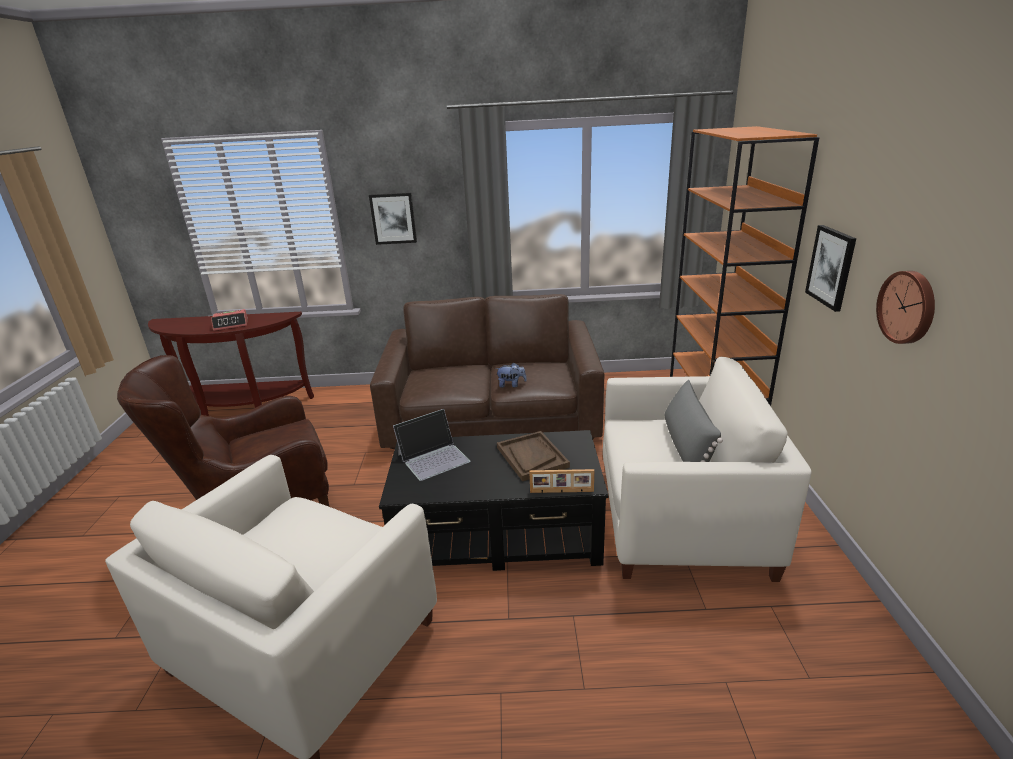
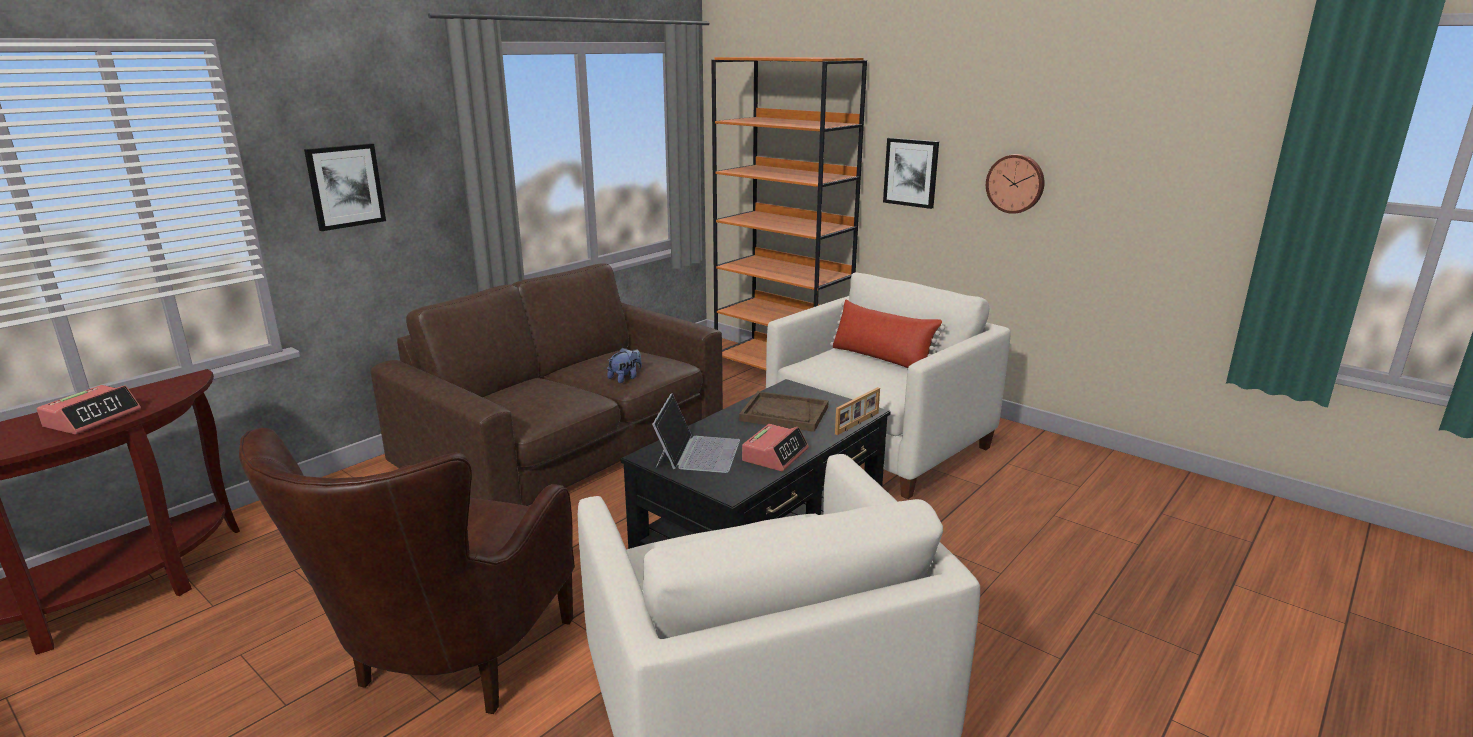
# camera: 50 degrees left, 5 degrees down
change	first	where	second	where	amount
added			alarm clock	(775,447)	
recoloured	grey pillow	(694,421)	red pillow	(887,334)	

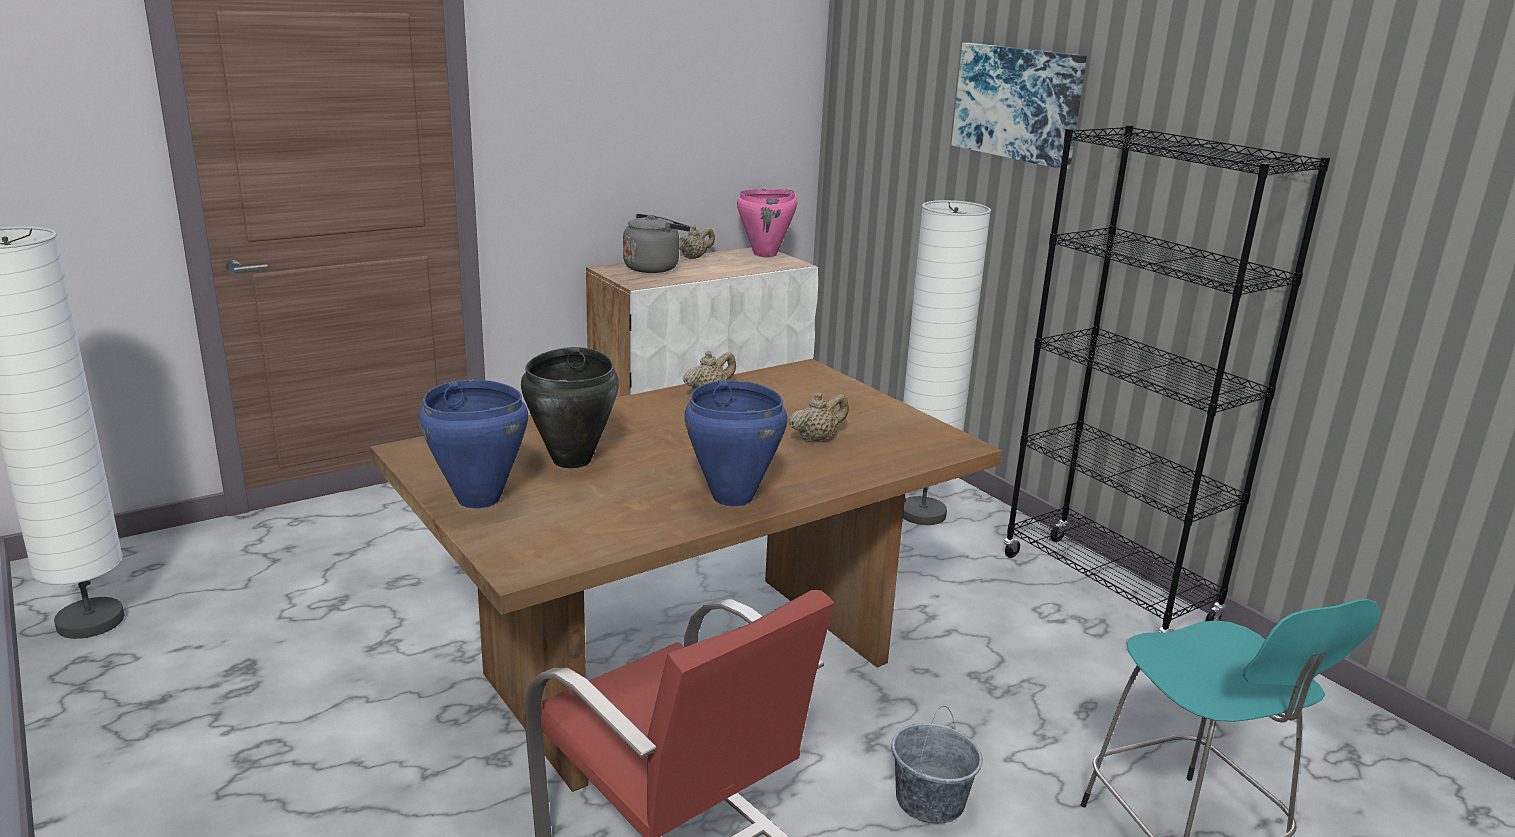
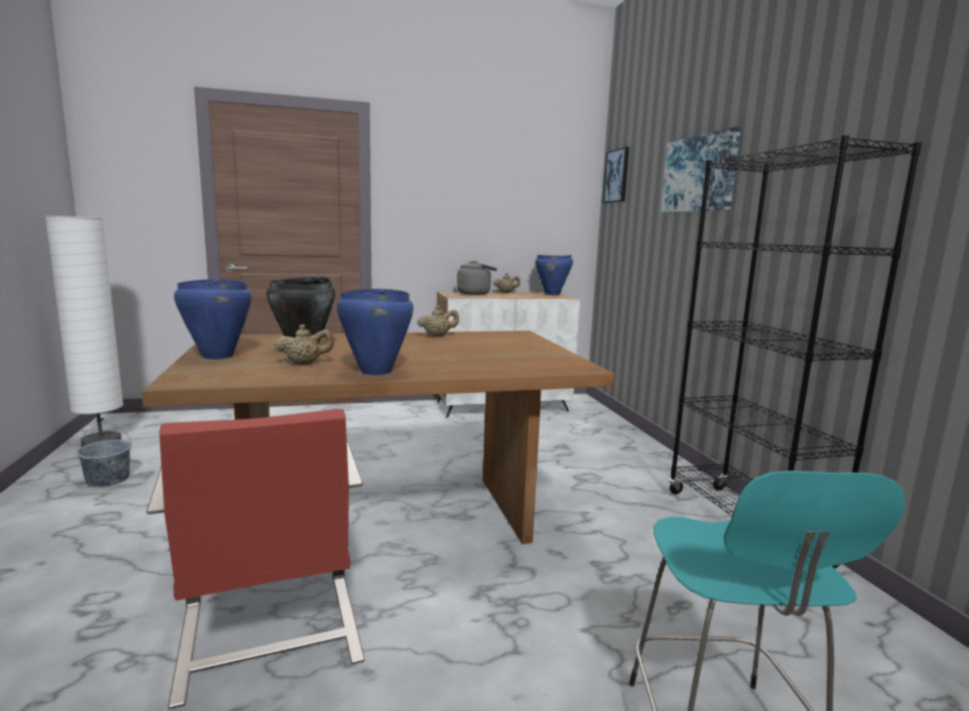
# camera: 20 degrees right, 10 degrees down
change	first	where	second	where	amount
moved	grey bucket	(936,765)		(104,455)	
moved	beige teapot	(819,417)		(304,344)	
recoloured	pink cooking pot	(767,223)	blue cooking pot	(554,275)	
added			picture	(616,175)	
removed	white floor lamp	(947,362)			

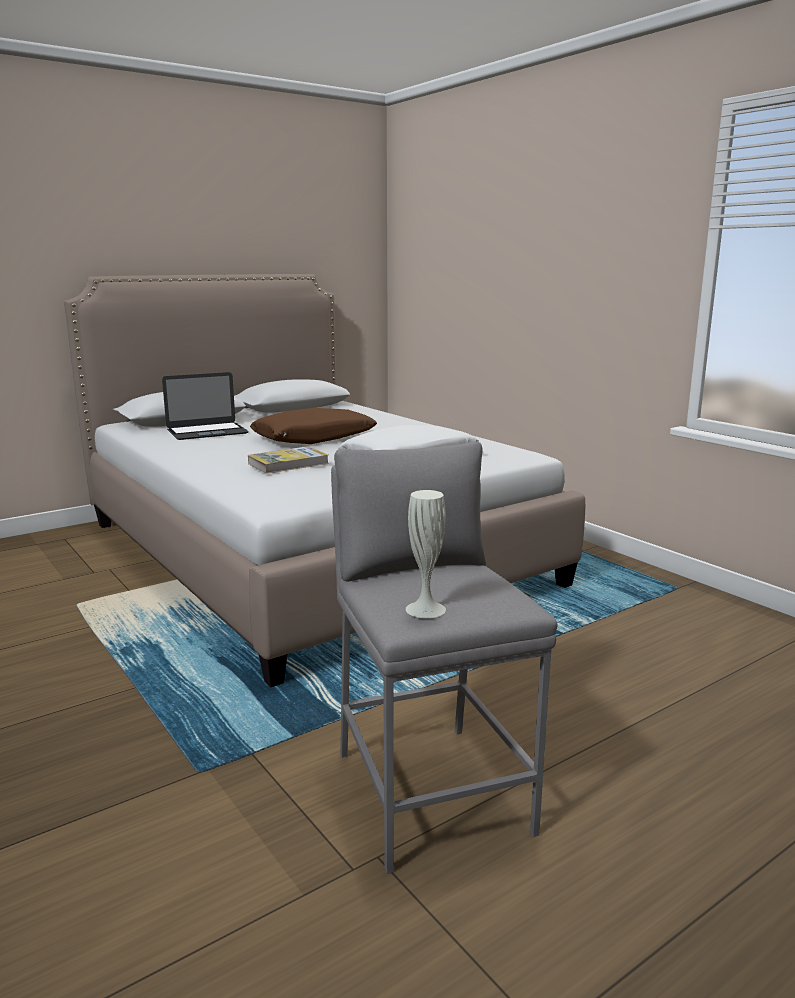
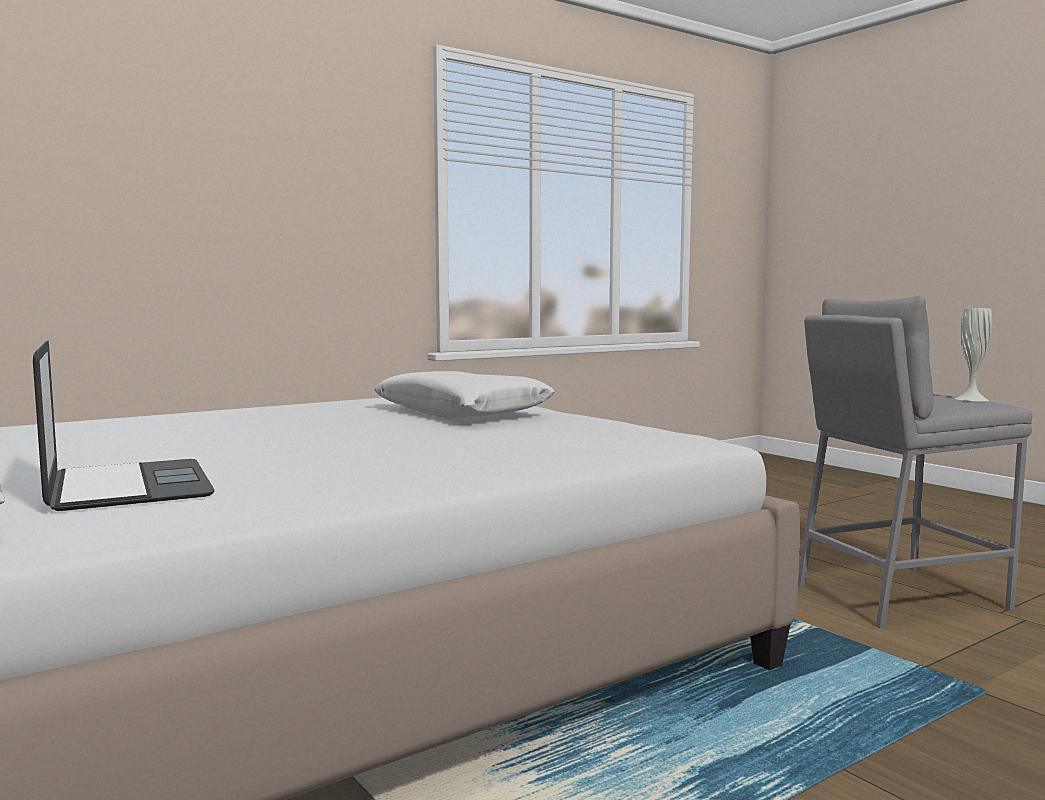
# camera: 90 degrees left, 10 degrees down
change	first	where	second	where	amount
removed	book	(288,460)			
removed	brown pillow	(313,426)			

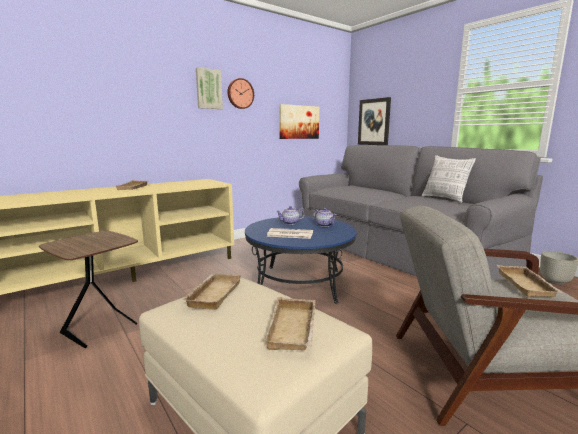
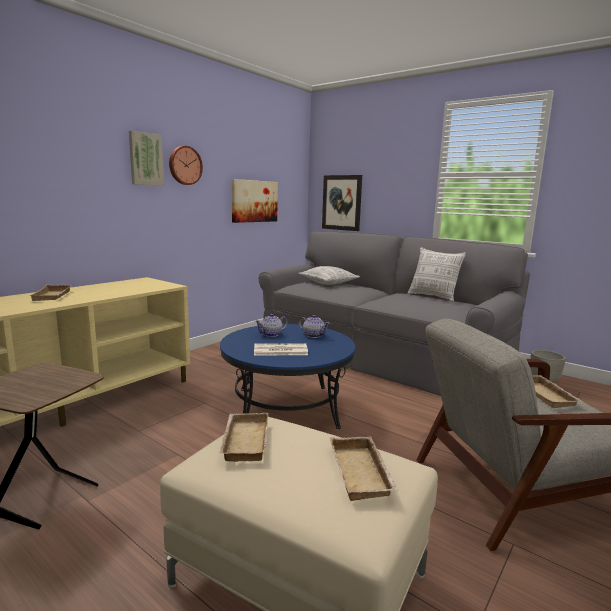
# camera: 15 degrees left, 0 degrees up
change	first	where	second	where	amount
added			pillow	(329,275)	

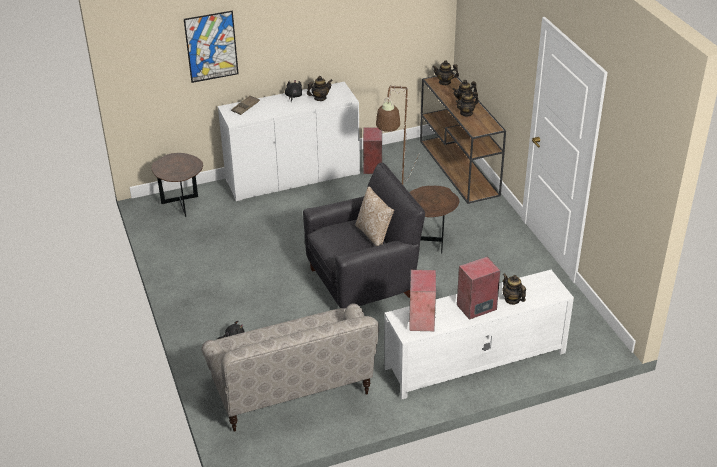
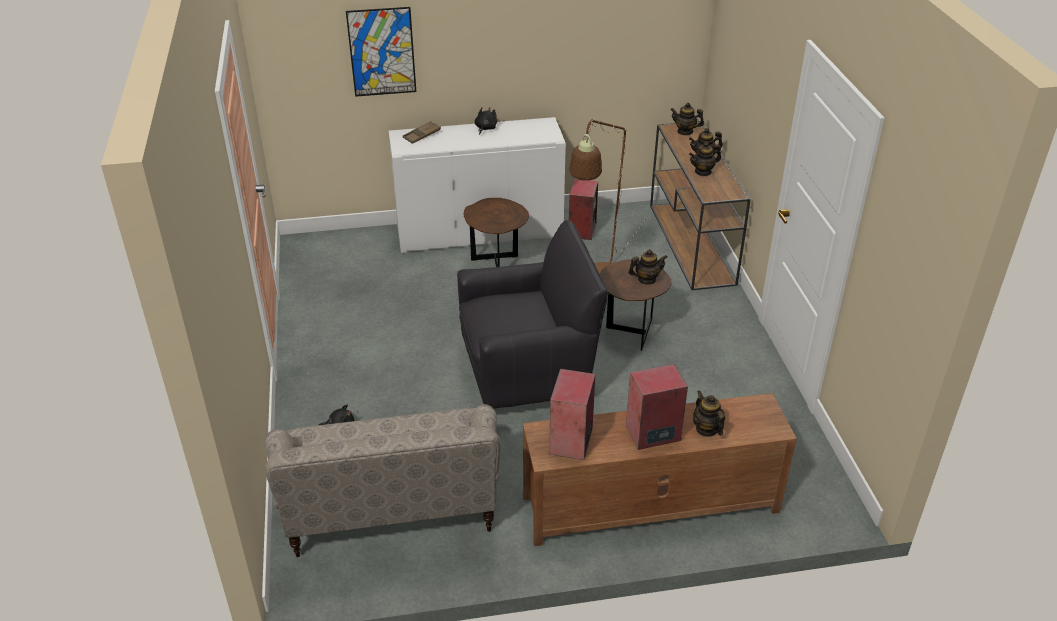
# camera: 10 degrees right, 0 degrees up
change	first	where	second	where	amount
moved	brown side table	(177,185)		(496,232)	
recoloured	white tv stand	(479,335)	brown tv stand	(660,469)	
moved	teapot	(320,88)		(647,266)	
removed	pillow	(374,216)			

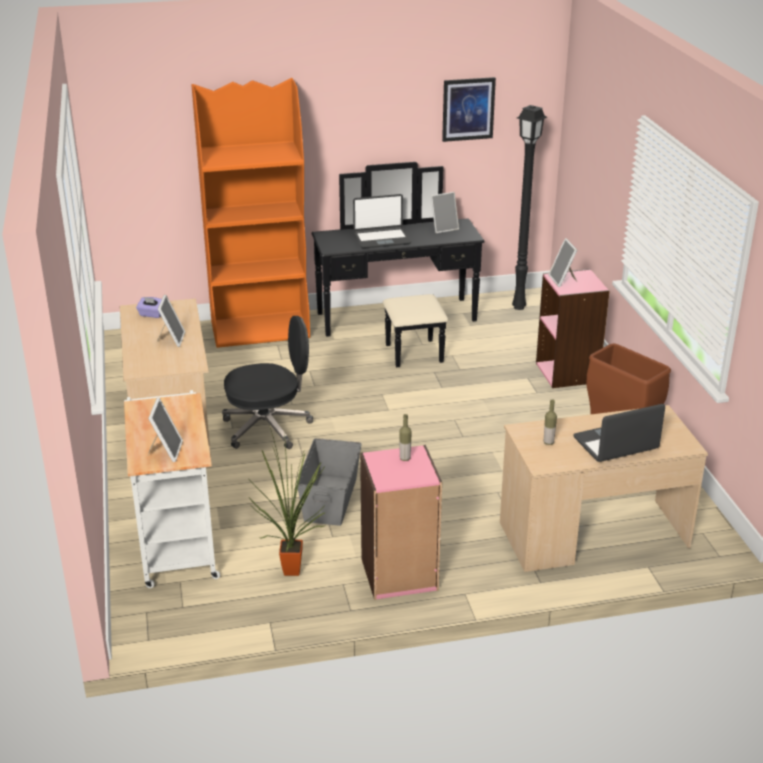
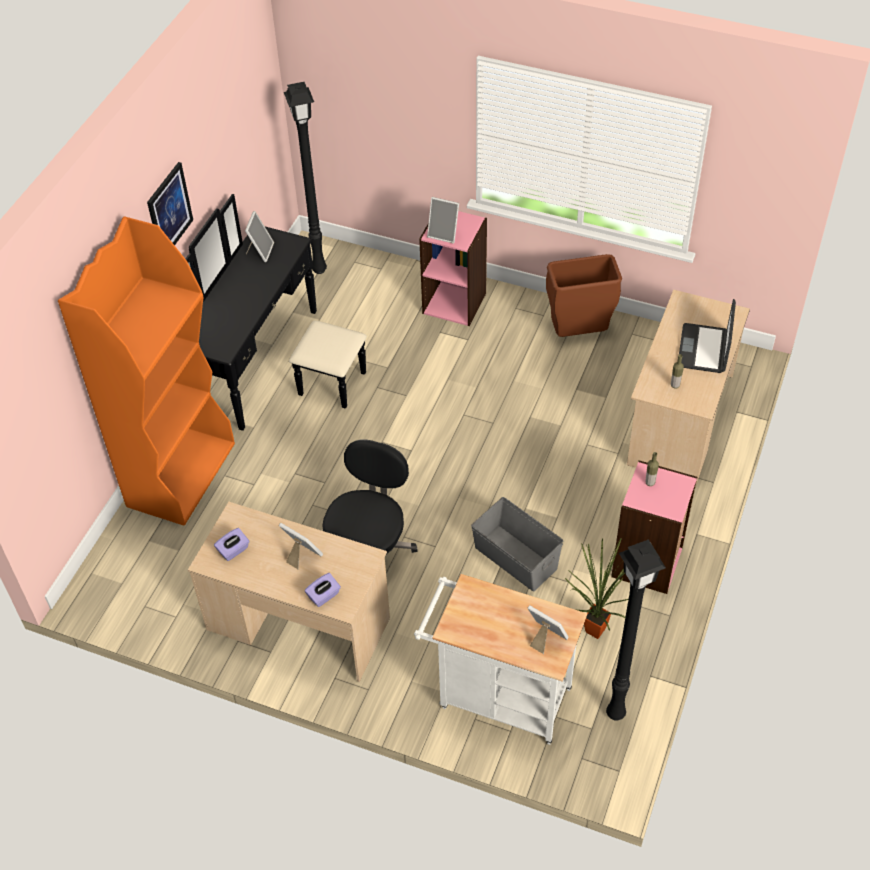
# camera: 55 degrees left, 20 degrees up
change	first	where	second	where	amount
moved	picture	(469,109)		(170,203)	
added			purple tissue box	(323,590)	
added			black floor lamp	(636,630)	
removed	laptop	(382,221)			

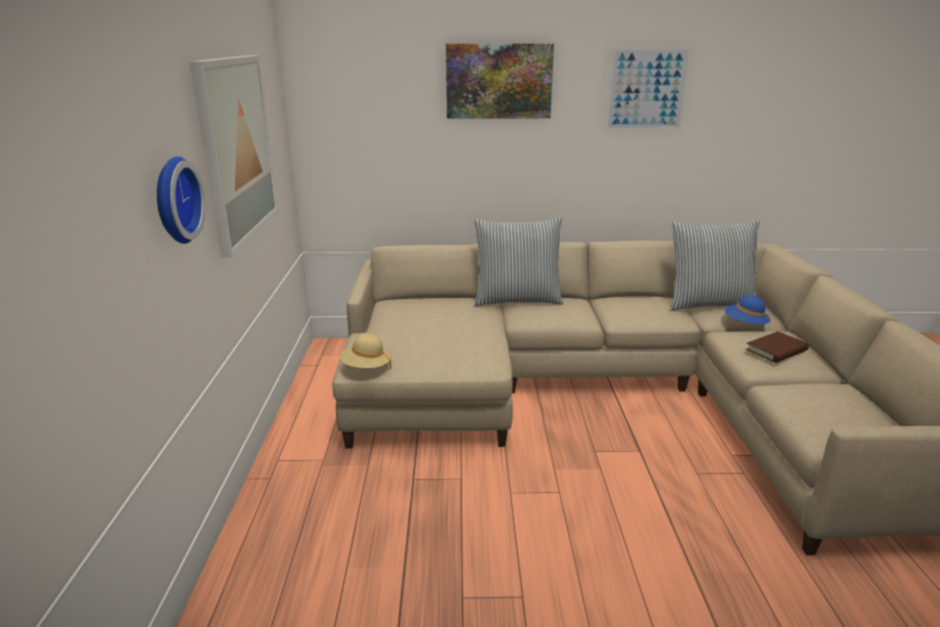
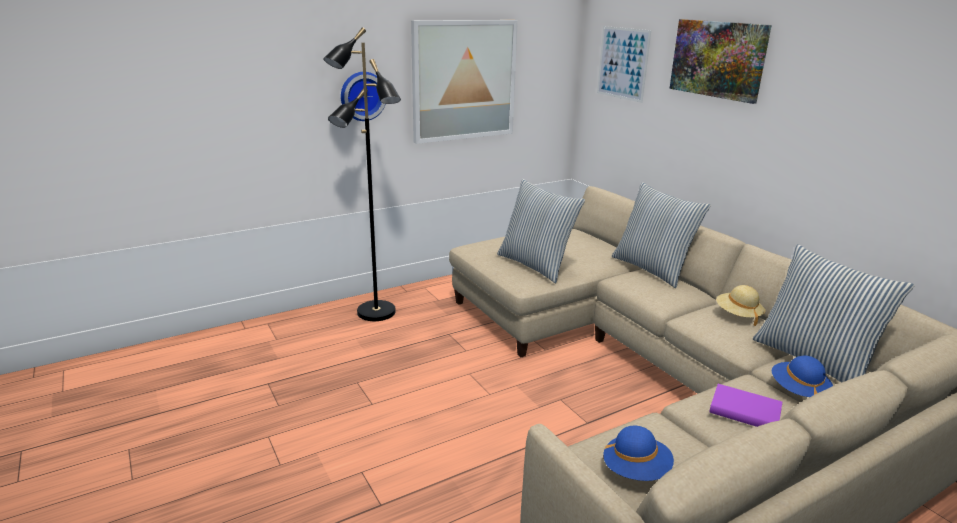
# camera: 60 degrees right, 0 degrees up
change	first	where	second	where	amount
added			black floor lamp	(362,174)	
added			pillow	(541,231)	
moved	picture	(648,89)		(624,64)	
added			blue hat	(638,453)	
recoloured	brown book	(777,347)	purple book	(745,405)	
moved	beige hat	(365,351)		(741,305)	

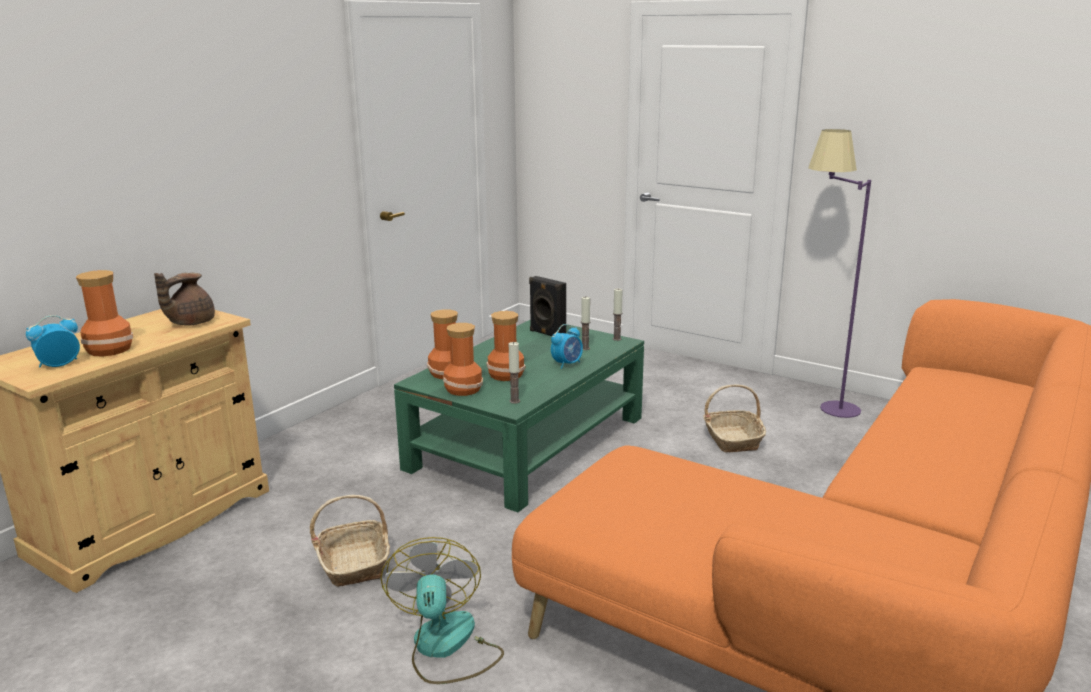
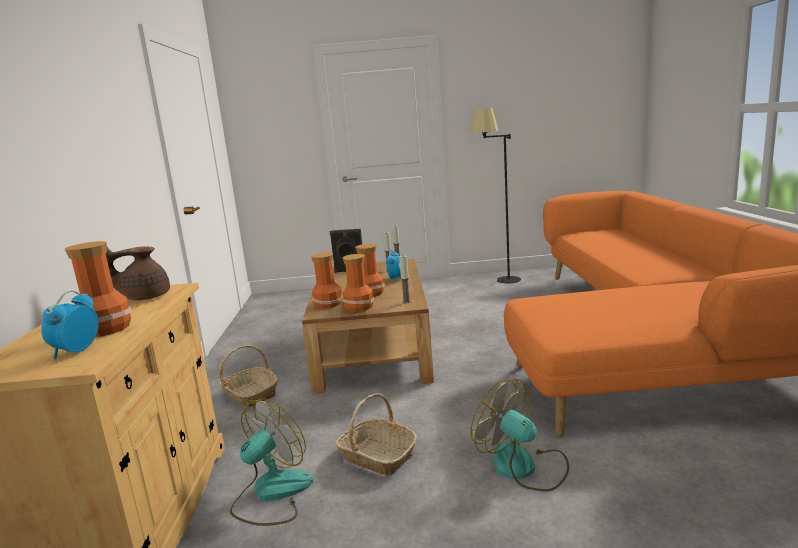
# camera: 35 degrees left, 5 degrees down
change	first	where	second	where	amount
turned	brown teapot	(184,299)		(138,273)	75 degrees clockwise
moved	basket	(734,418)		(249,376)	
added			fan	(271,462)	
recoloured	green coffee table	(519,416)	brown coffee table	(368,326)	
recoloured	purple floor lamp	(839,273)	black floor lamp	(495,195)	

